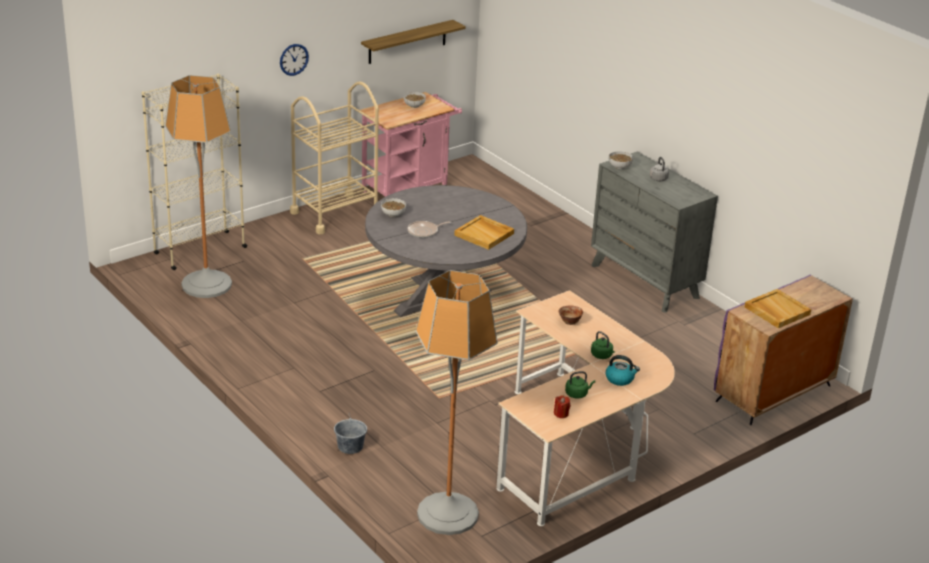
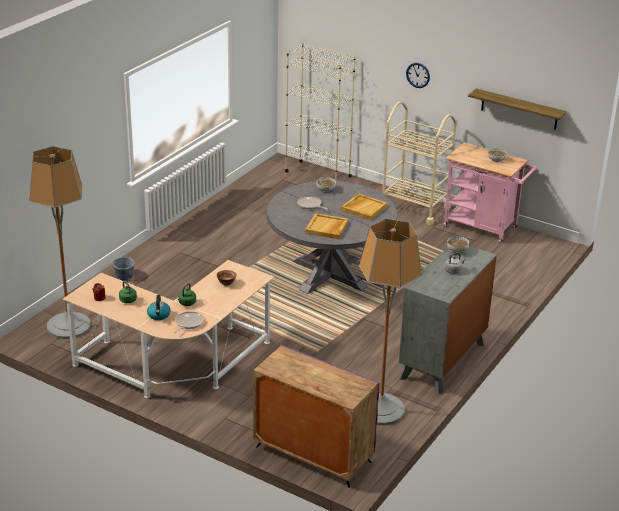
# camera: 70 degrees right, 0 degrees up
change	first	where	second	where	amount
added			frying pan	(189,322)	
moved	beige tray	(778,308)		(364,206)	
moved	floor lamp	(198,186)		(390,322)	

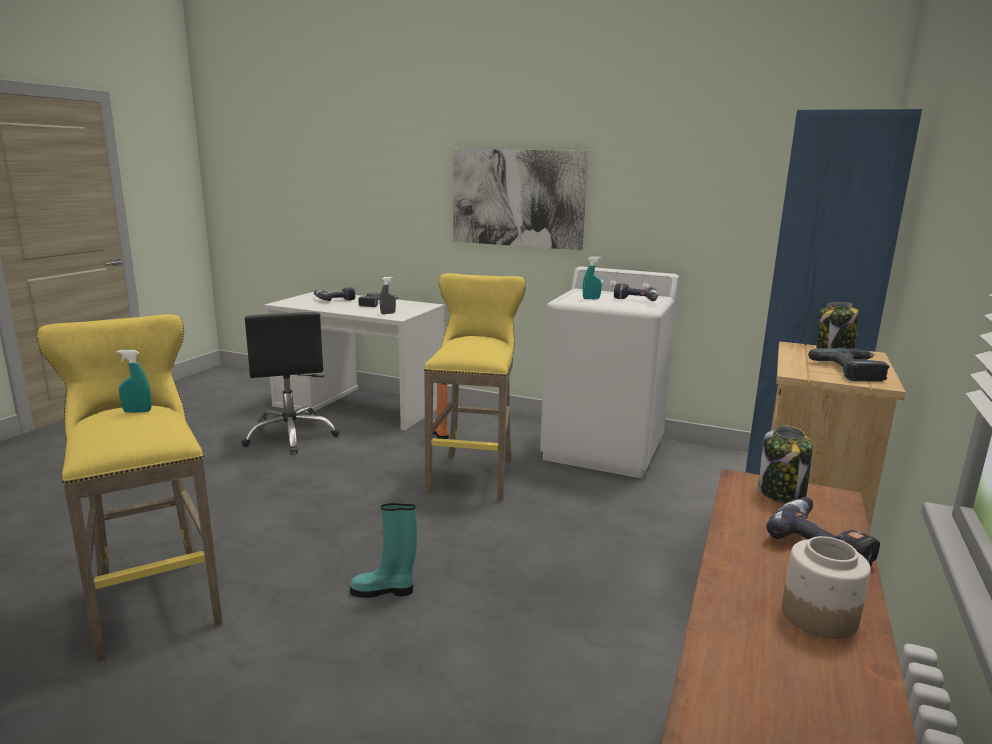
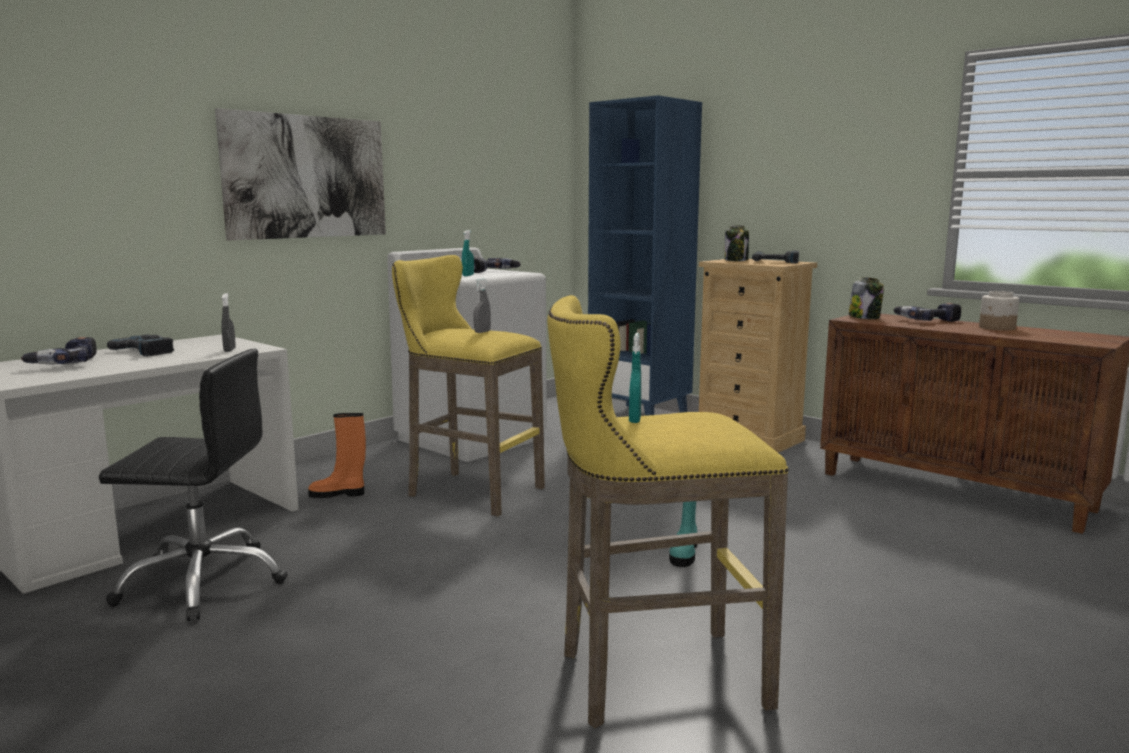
# camera: 70 degrees left, 5 degrees down
change	first	where	second	where	amount
added			grey spray bottle	(482,306)	

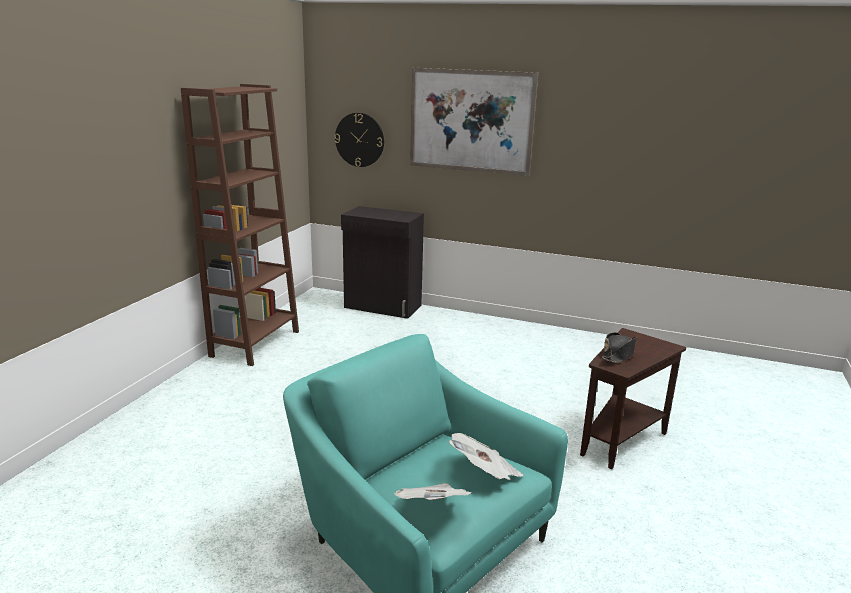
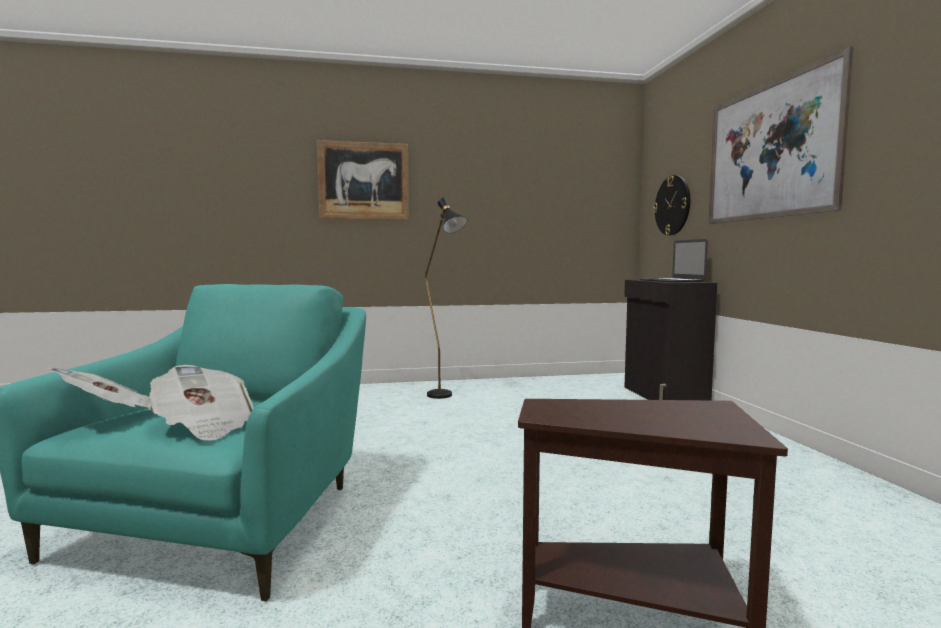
# camera: 60 degrees right, 15 degrees down
change	first	where	second	where	amount
added			picture	(363,180)	
added			black floor lamp	(446,298)	
added			laptop	(674,260)	
removed	brown bookcase	(240,225)			
removed	black hat	(619,347)			

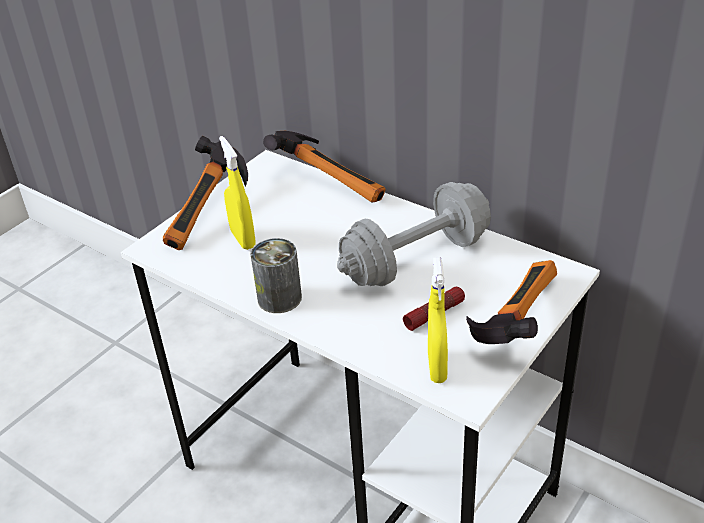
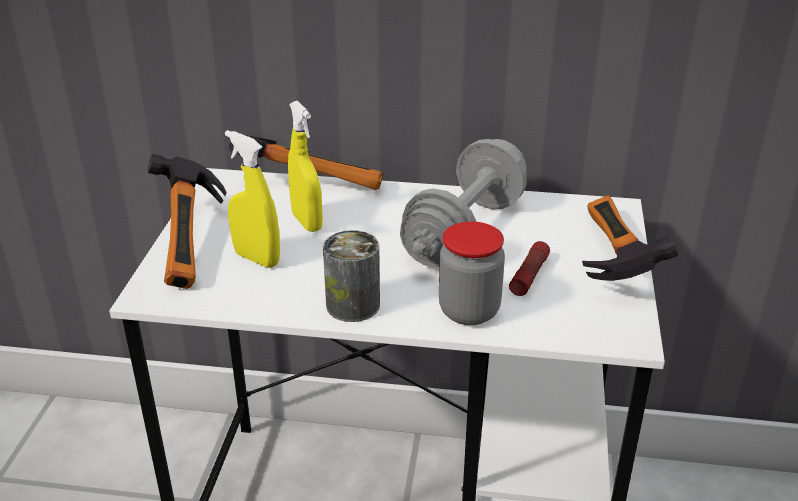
# camera: 30 degrees left, 5 degrees down
change	first	where	second	where	amount
moved	yellow spray bottle	(438,320)		(305,166)	
added			jar	(472,273)	

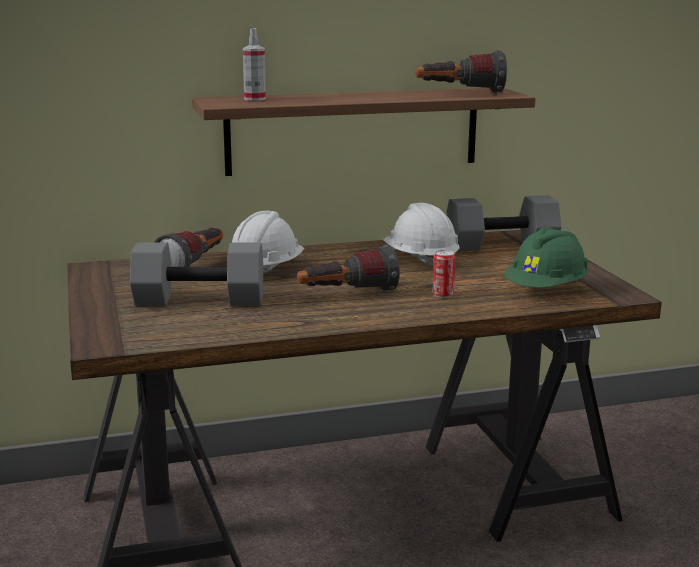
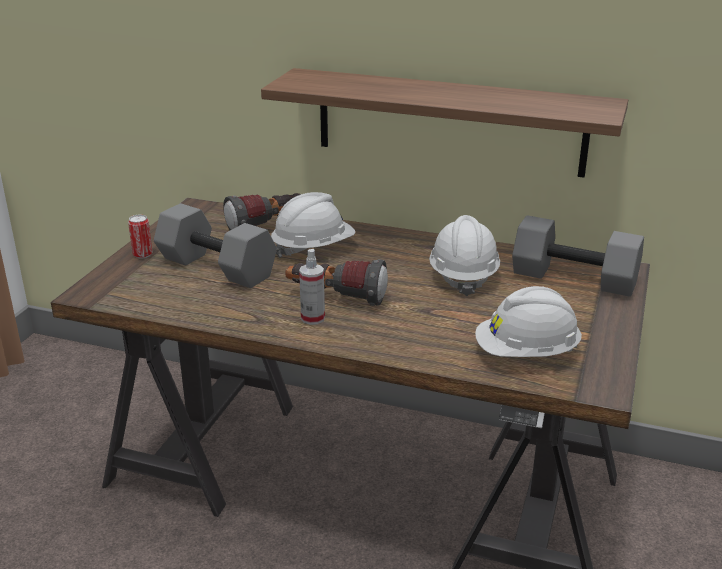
# camera: 35 degrees right, 10 degrees up
change	first	where	second	where	amount
moved	can	(444,274)		(140,236)	
moved	spray bottle	(254,64)		(312,287)	
recoloured	green hard hat	(546,257)	white hard hat	(528,321)	
removed	flashlight	(461,71)			

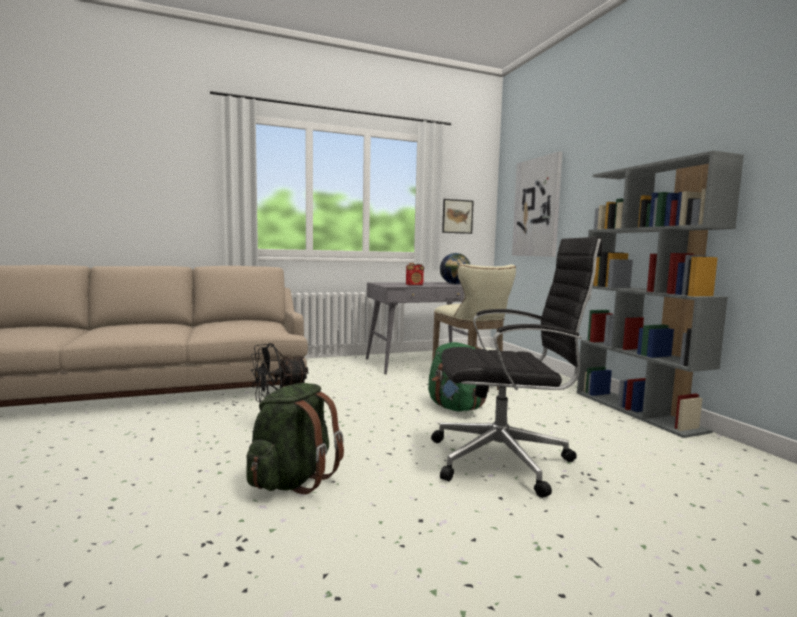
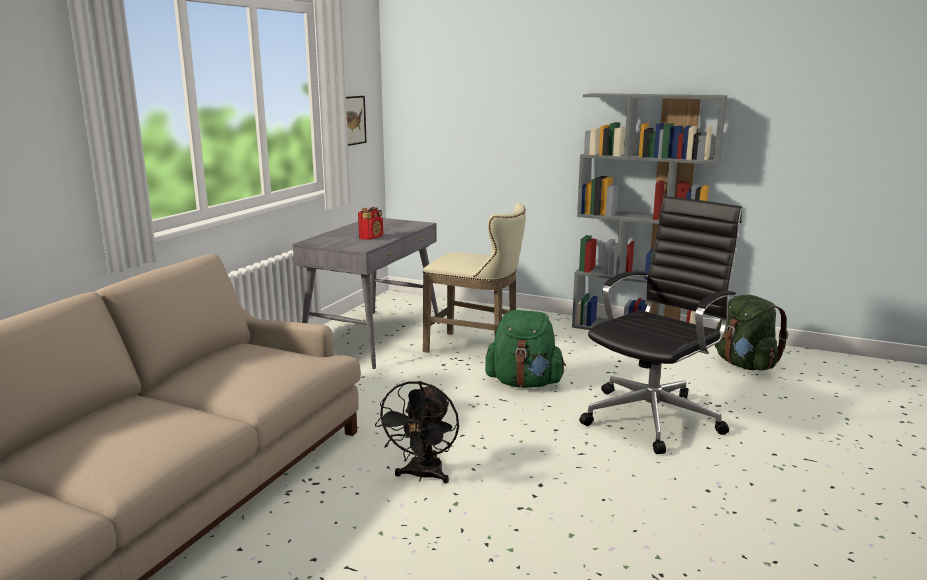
# camera: 45 degrees left, 10 degrees up
change	first	where	second	where	amount
moved	green backpack	(295,438)		(751,333)	
removed	globe	(455,268)			
removed	picture	(537,204)			

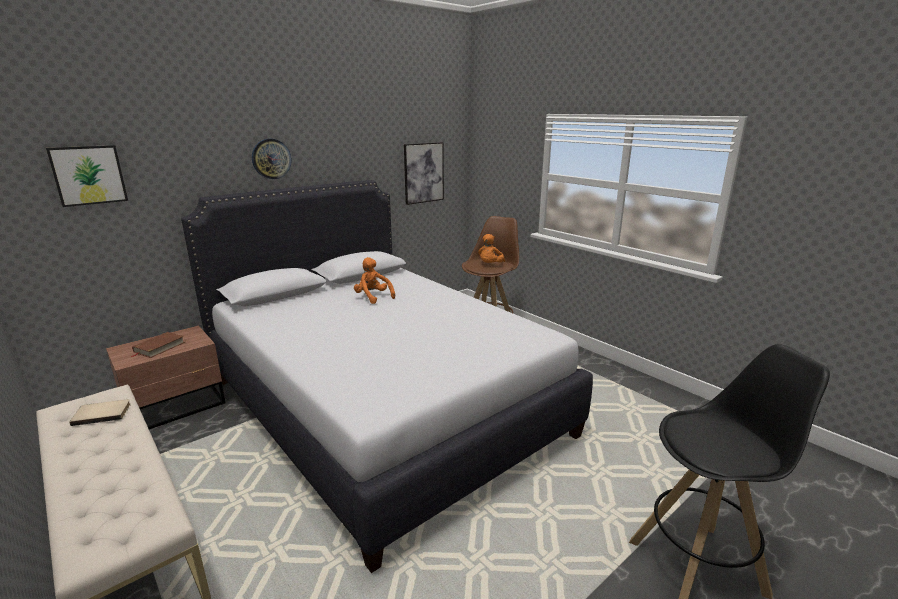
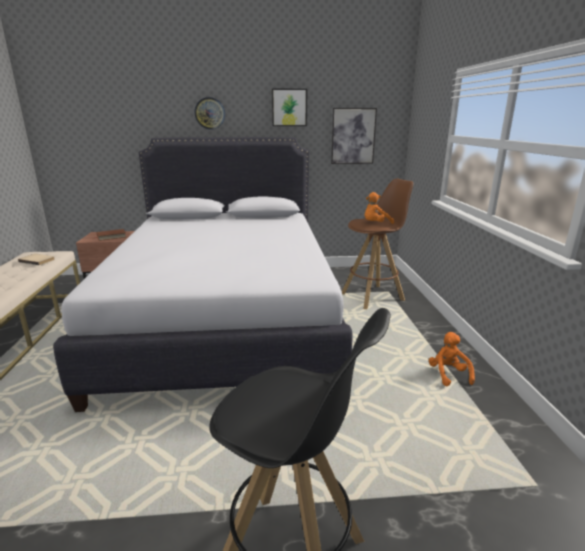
# camera: 35 degrees right, 0 degrees up
change	first	where	second	where	amount
moved	picture	(87,176)		(289,107)	
moved	orange plush toy	(374,280)		(452,359)	

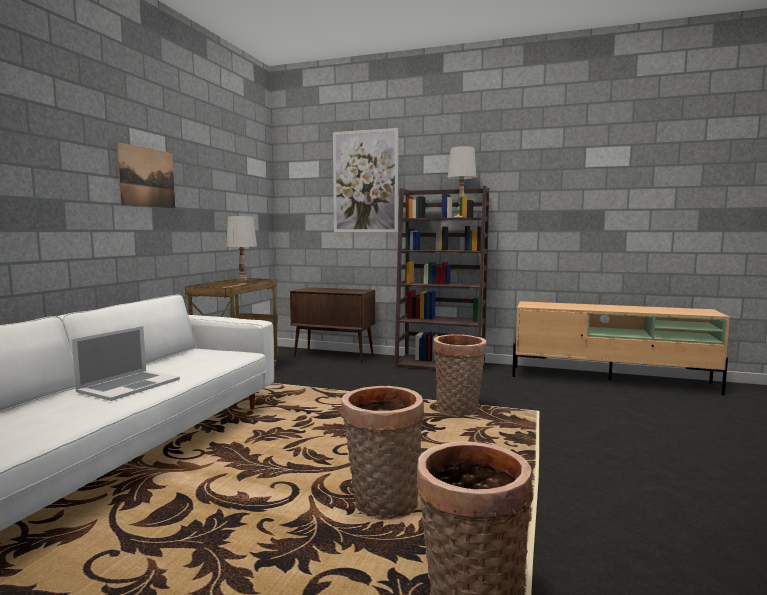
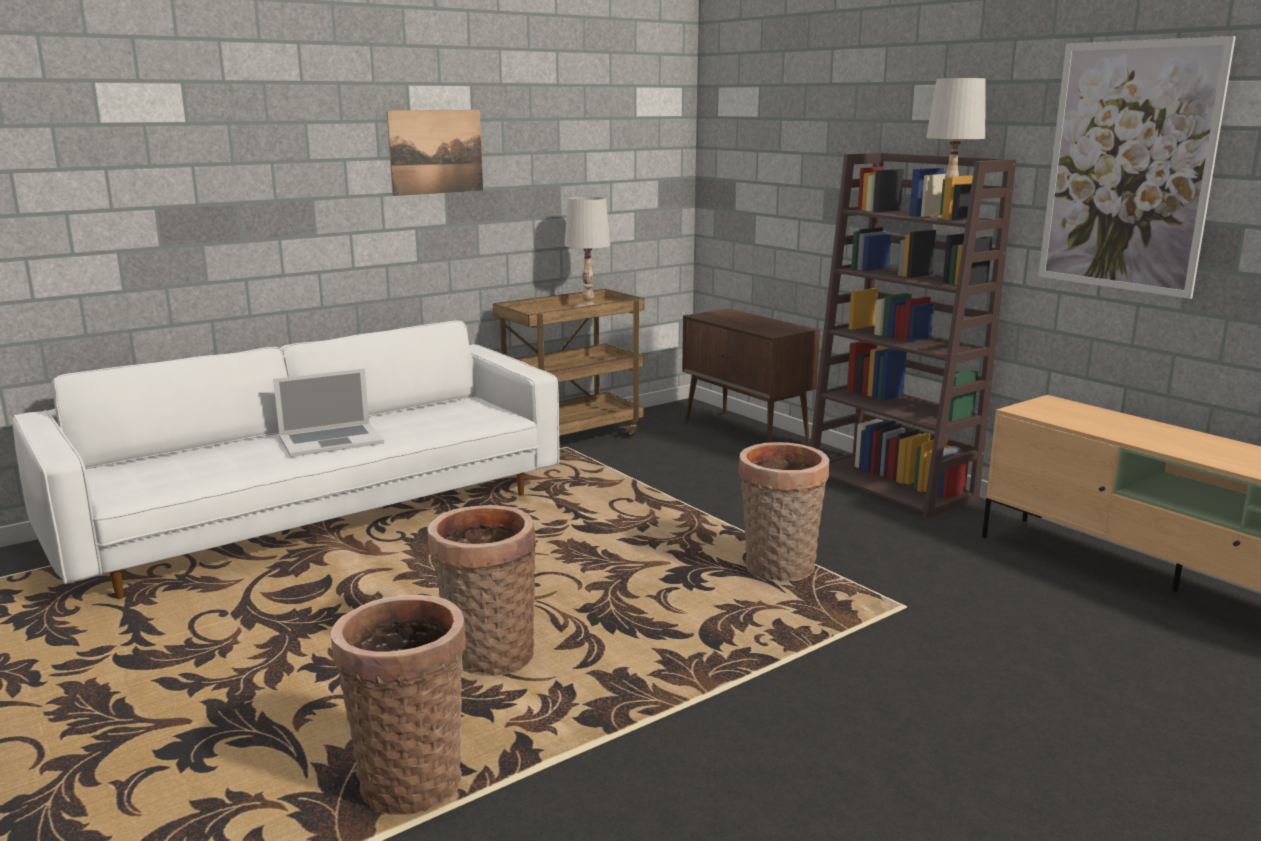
# camera: 35 degrees right, 10 degrees up
change	first	where	second	where	amount
moved	picture	(365,180)		(1137,167)	

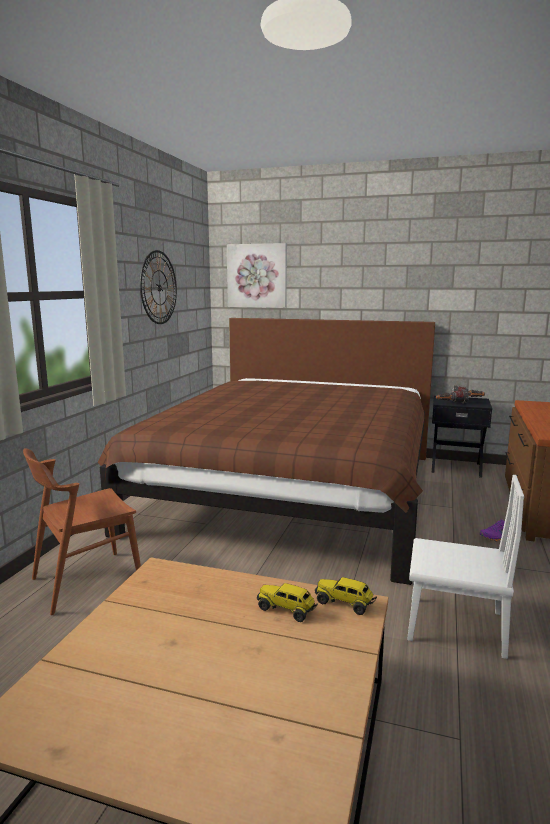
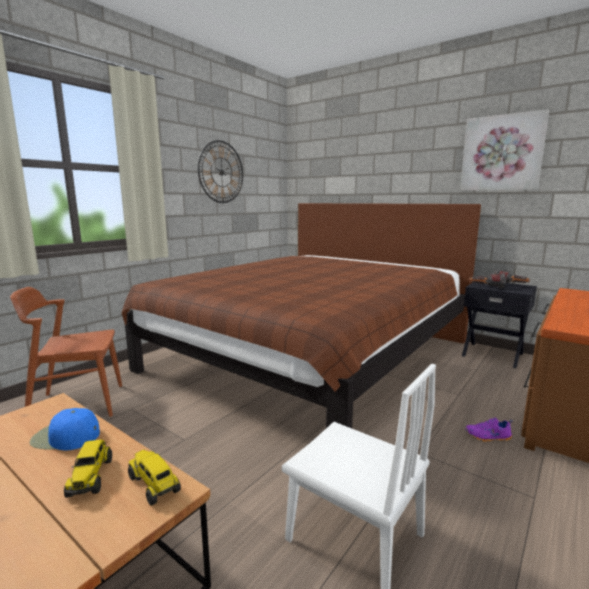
# camera: 20 degrees right, 0 degrees up
change	first	where	second	where	amount
added			blue cap	(65,429)	
turned	toy truck	(287,602)		(88,469)	150 degrees counterclockwise
moved	picture	(257,275)		(504,150)	

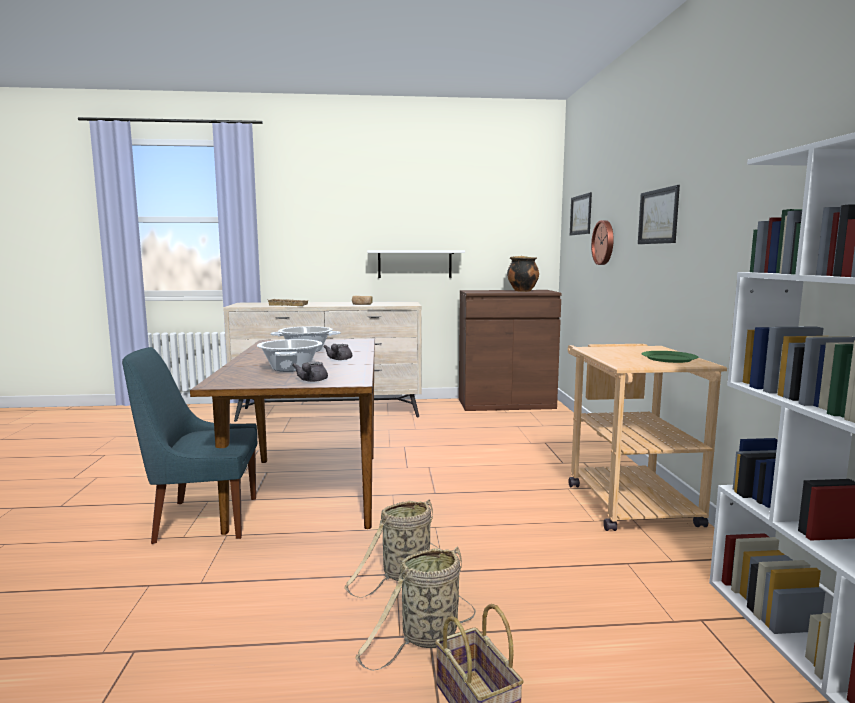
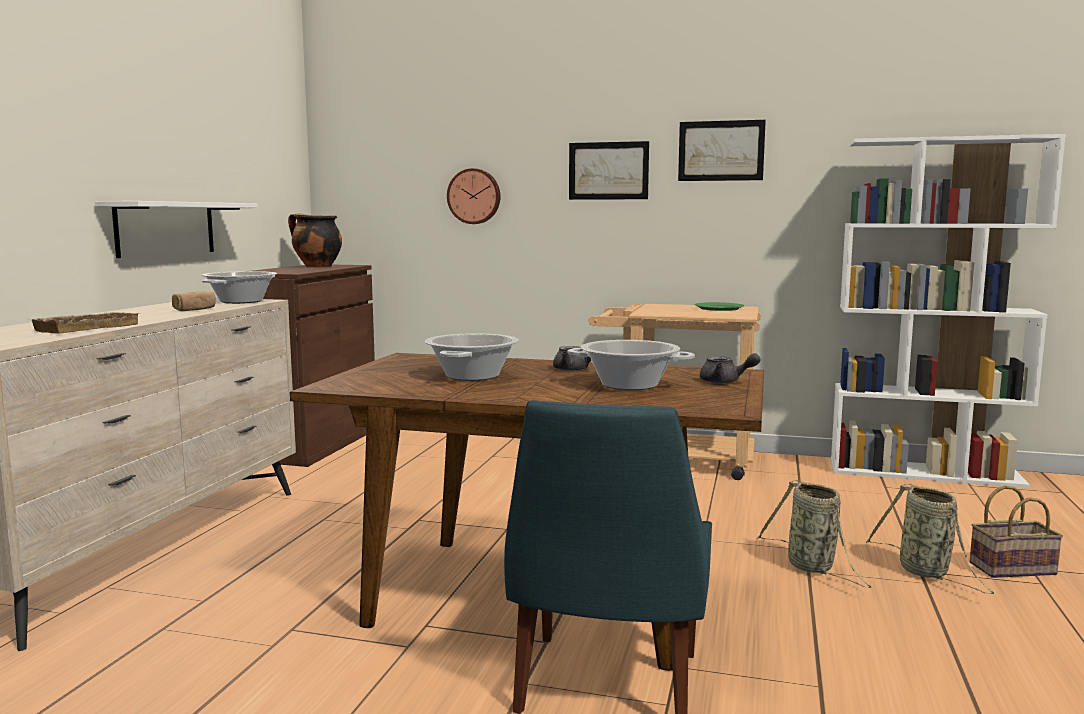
# camera: 70 degrees left, 0 degrees up
change	first	where	second	where	amount
added			cooking pot	(239,287)	
moved	picture	(581,213)		(722,150)	

